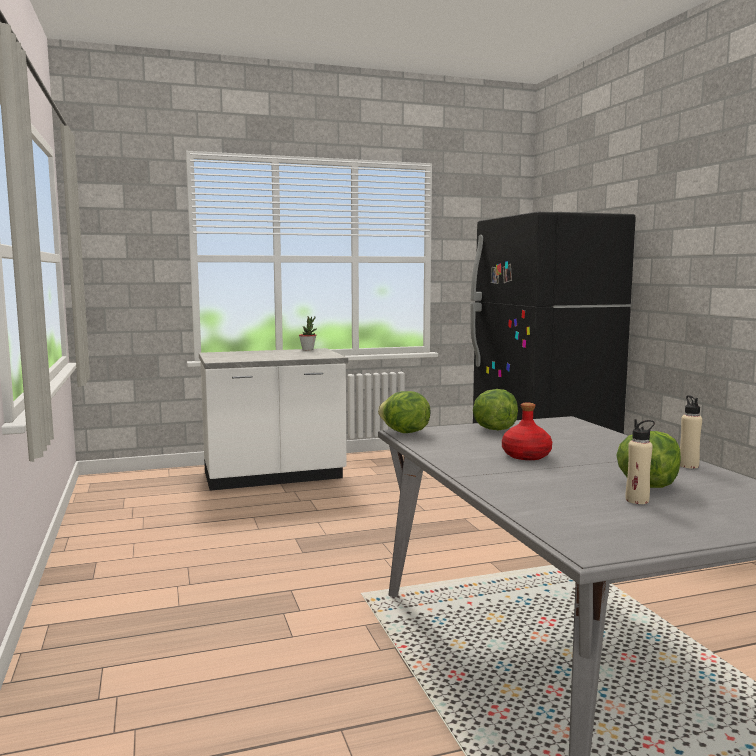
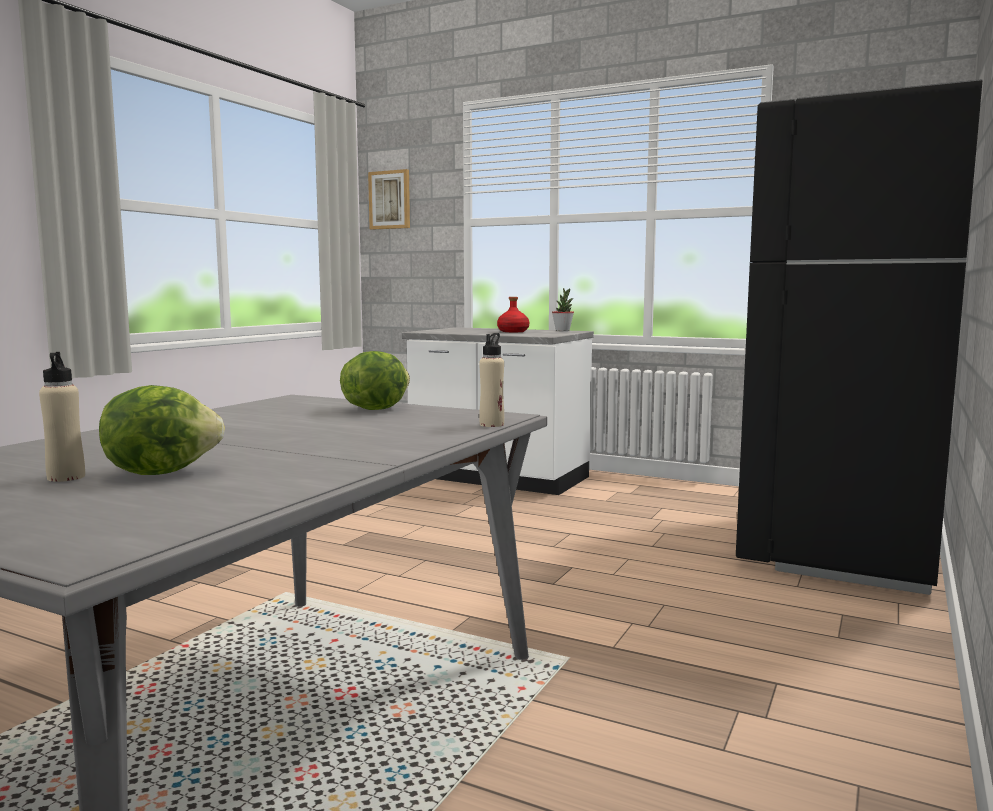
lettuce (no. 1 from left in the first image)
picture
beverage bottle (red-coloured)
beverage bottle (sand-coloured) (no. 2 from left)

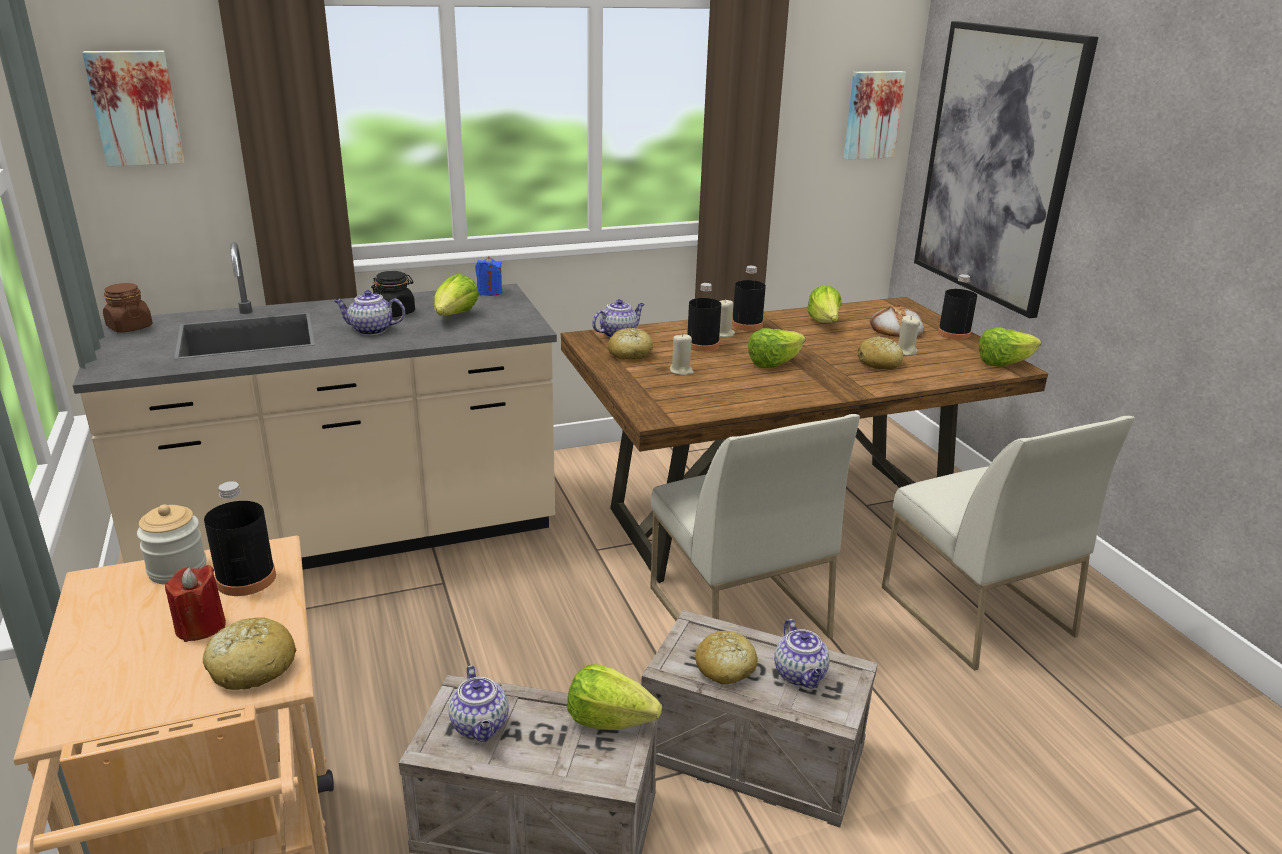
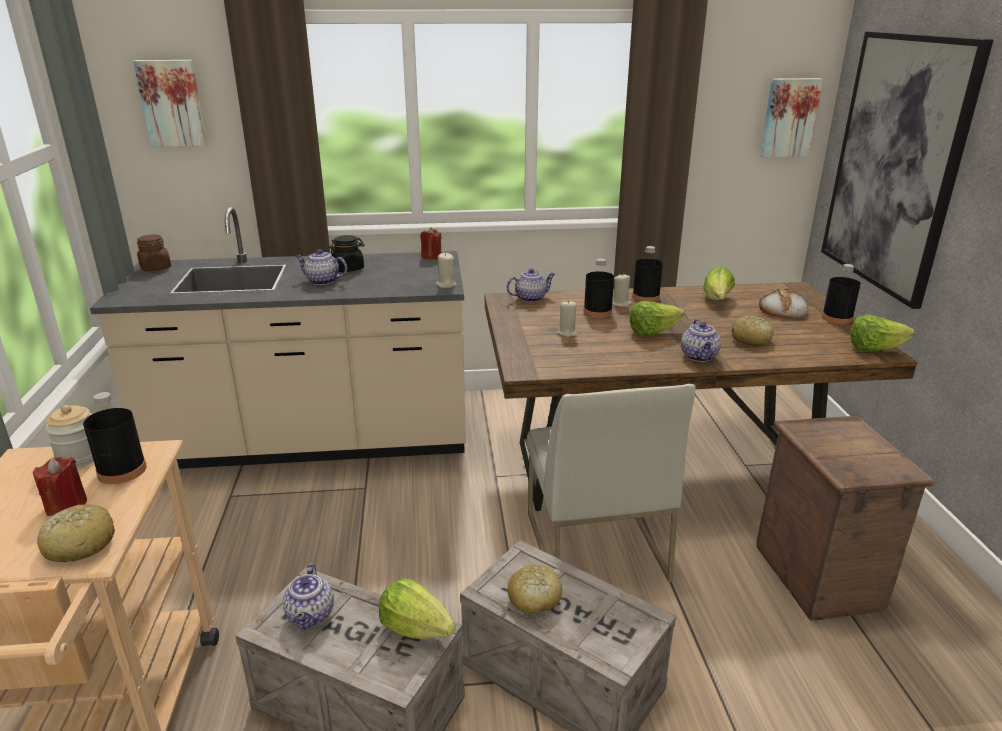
lettuce (no. 1 from left in the first image)
bakery bread (no. 2 from left in the first image)
pot for tea (no. 4 from left)
wax light (sand-coloured) (no. 1 from left)
shipping crate (no. 3 from left)
wax light (red-coloured) (no. 2 from left)

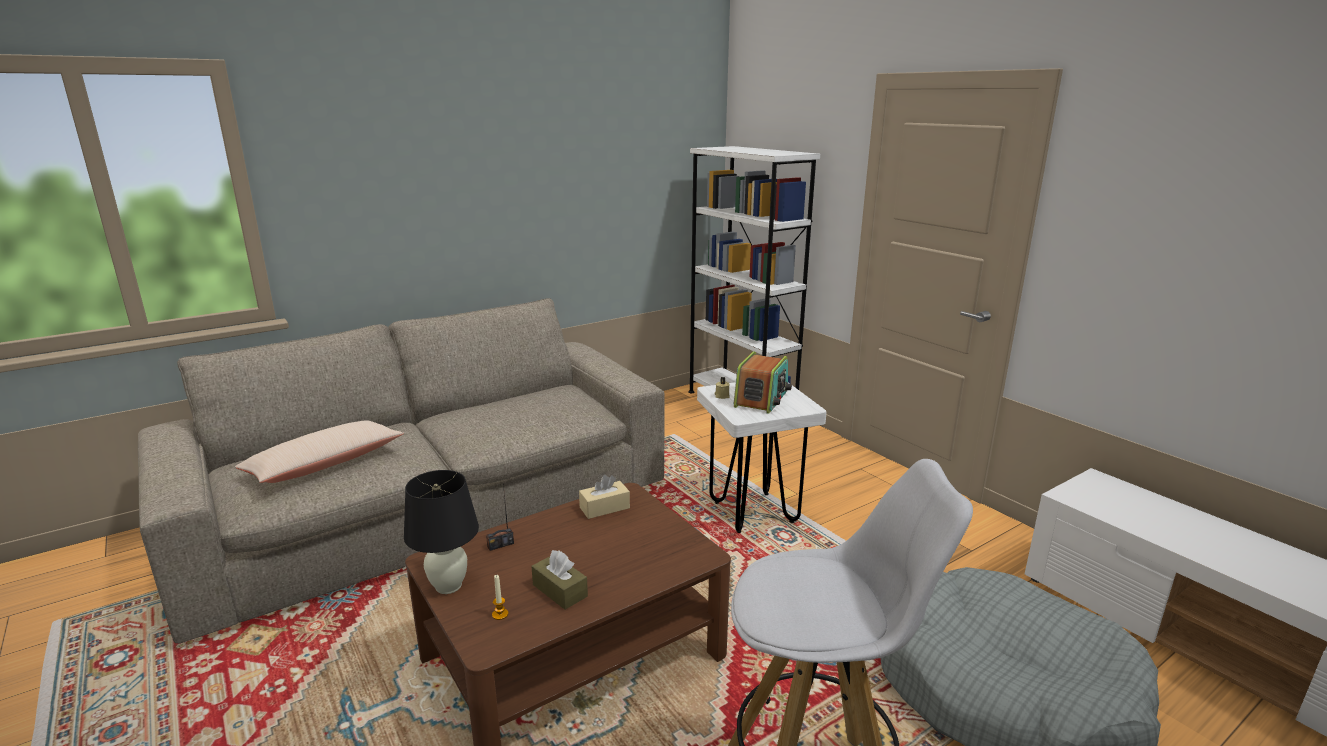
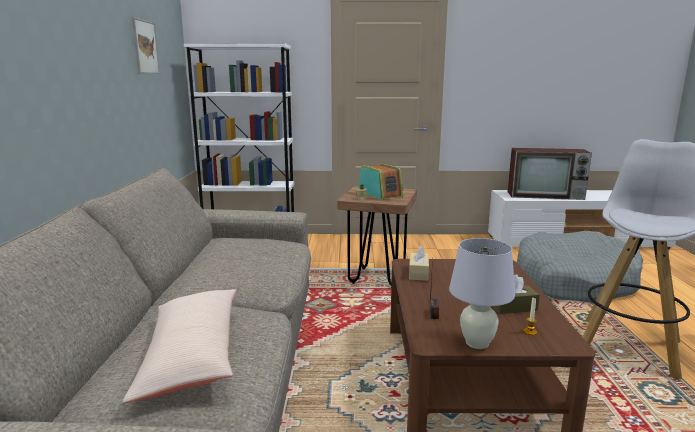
picture
TV set
table lamp (white)
stool (brown-coloured)

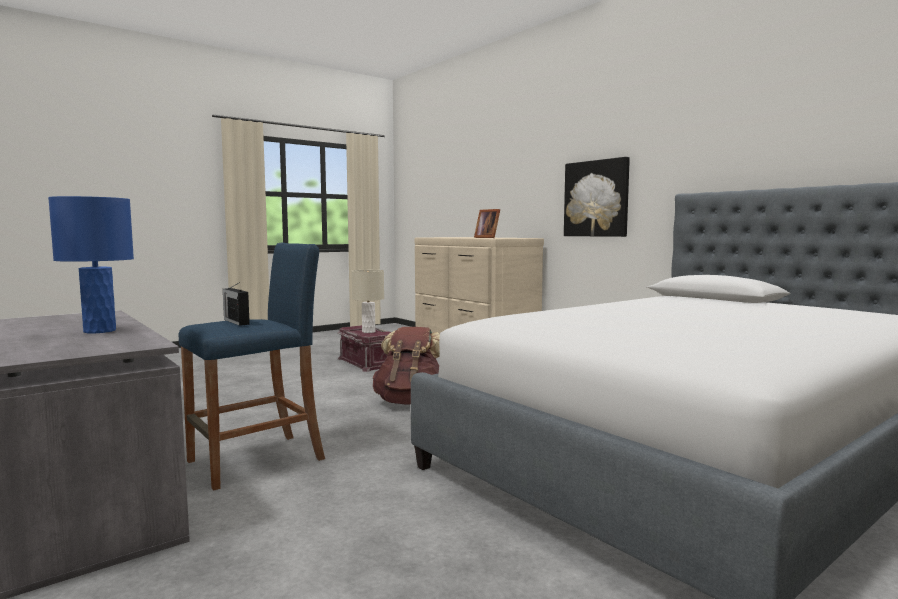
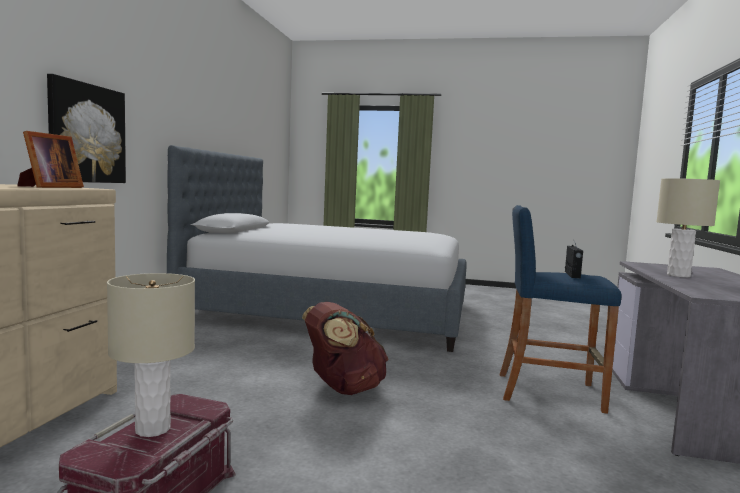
table lamp (sand-coloured) (no. 2 from left)

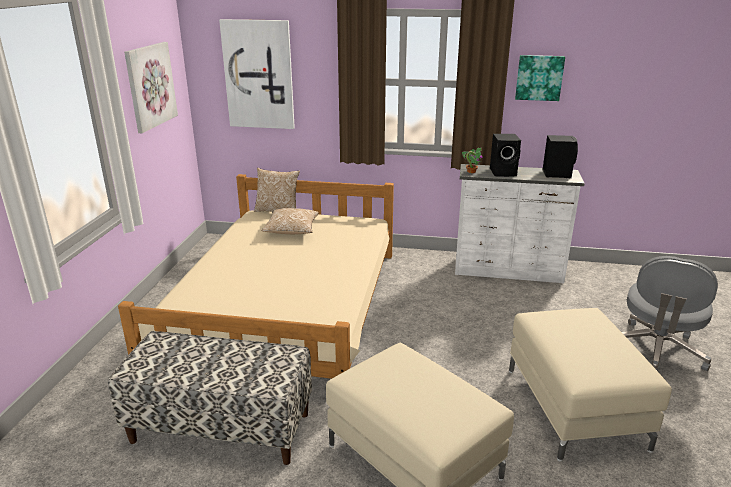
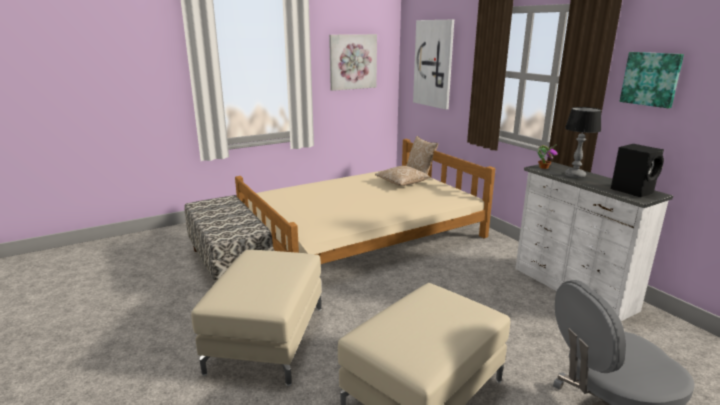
table lamp

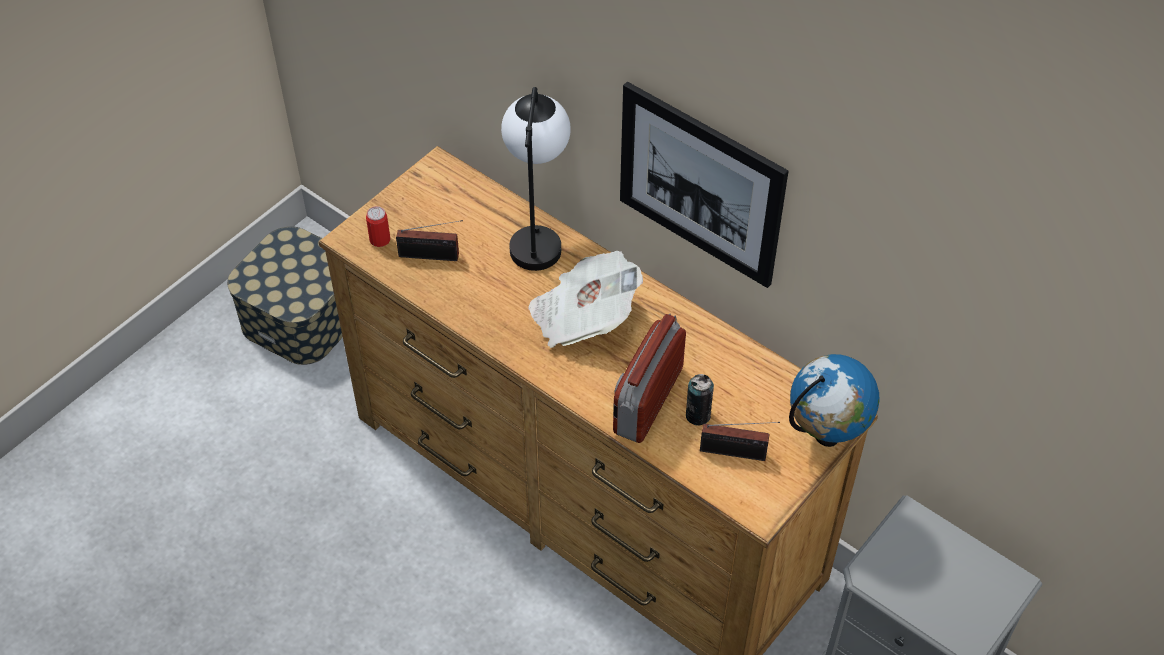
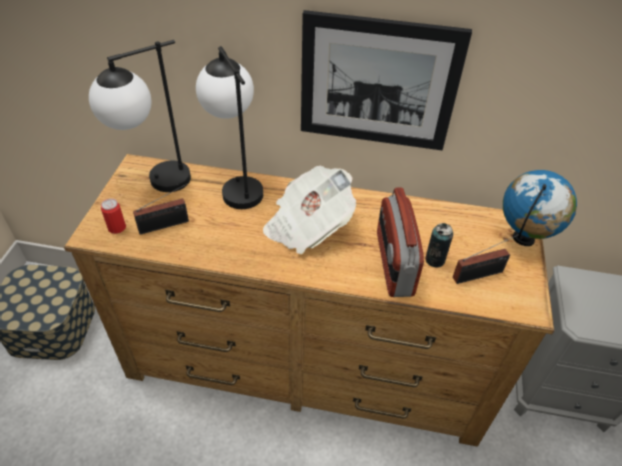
table lamp (no. 1 from left)

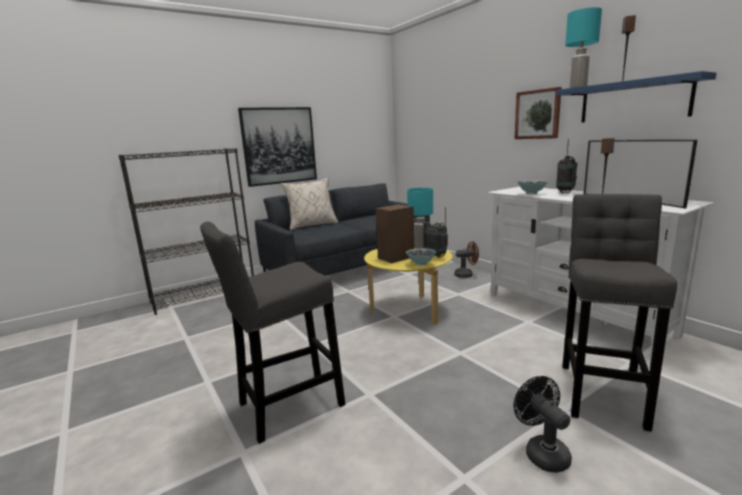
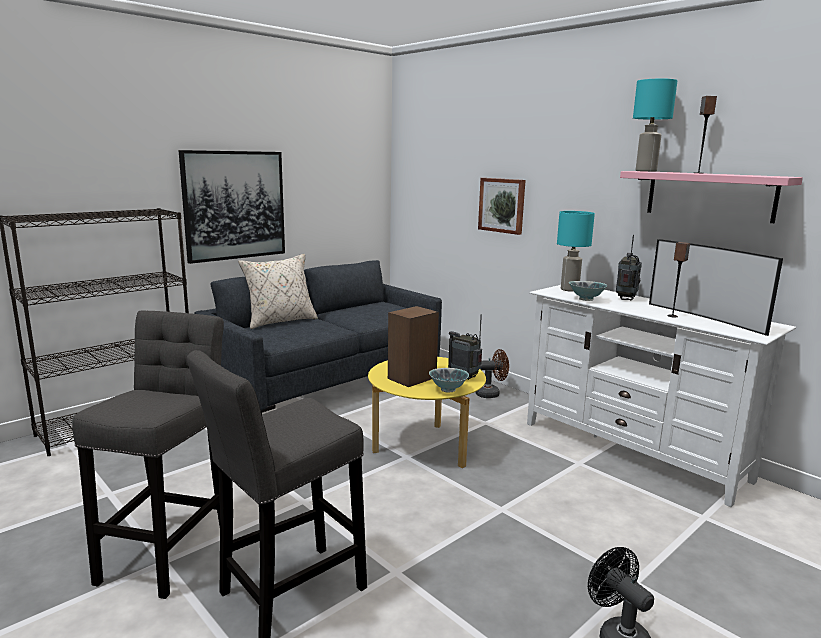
table lamp (blue-green) (no. 1 from left)
picture (no. 2 from left)
stool (greyish) (no. 1 from left)
wall shelf (pink)

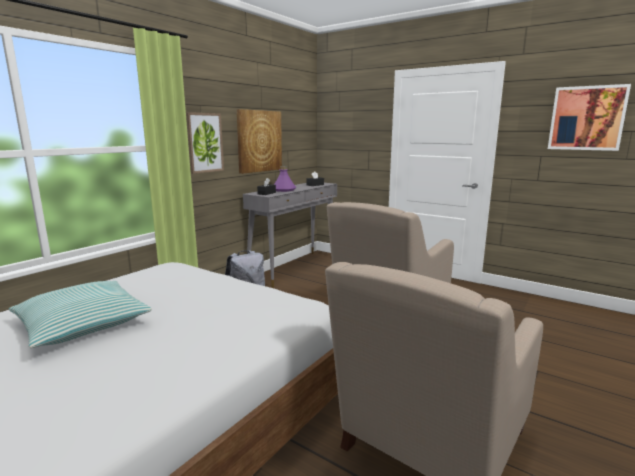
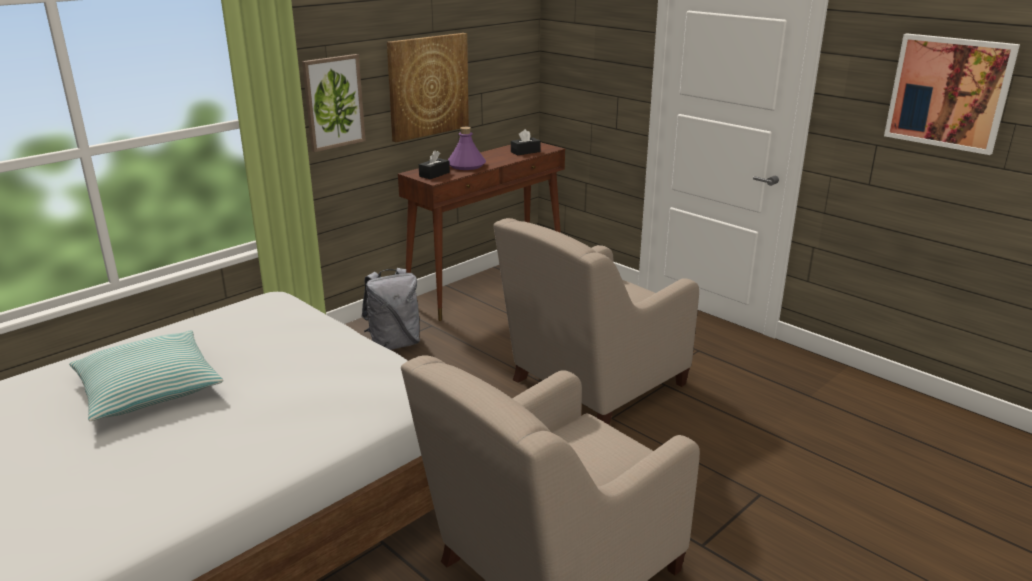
console table (brown-coloured)

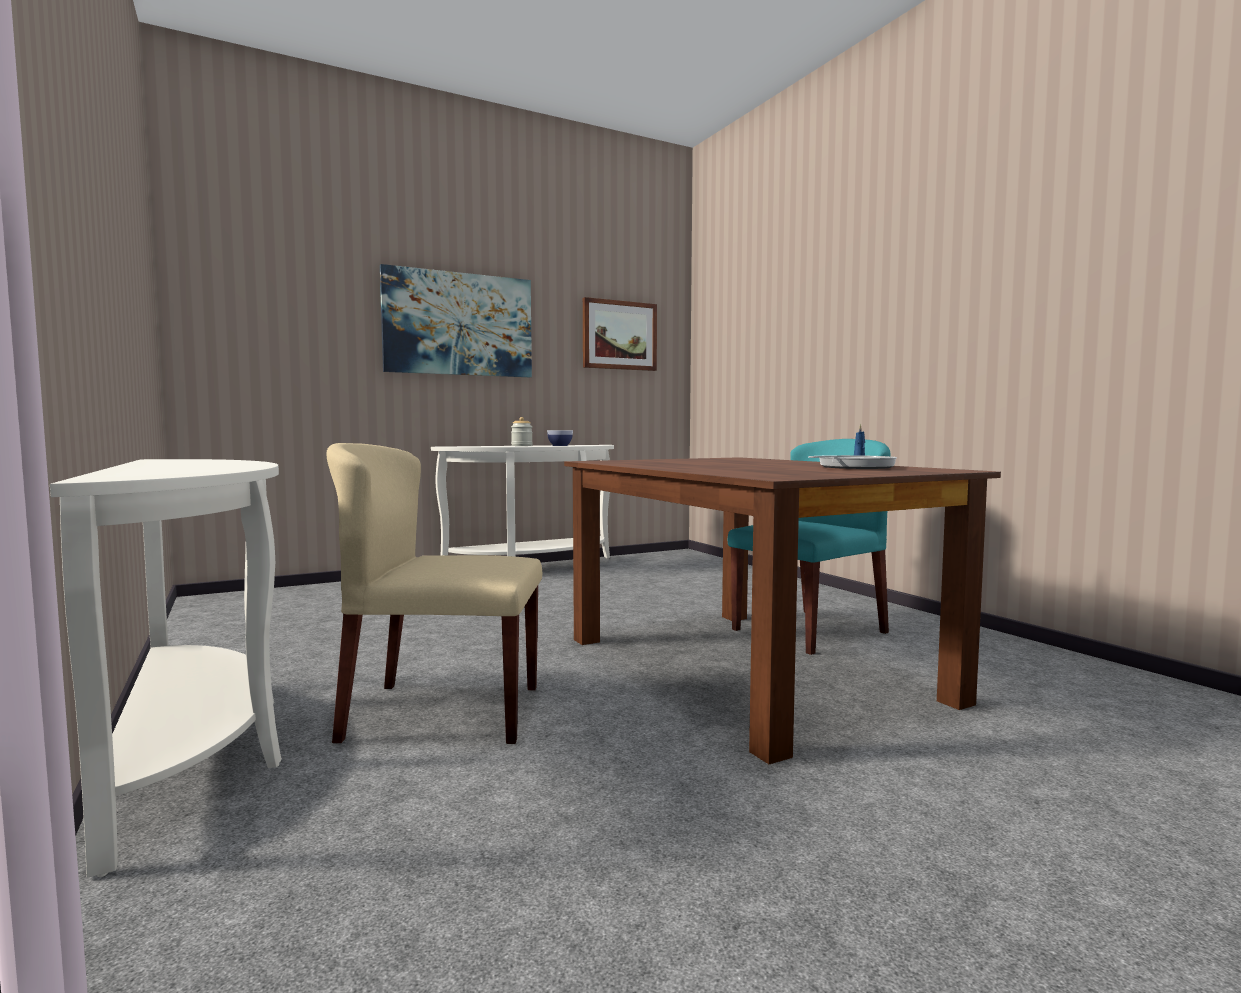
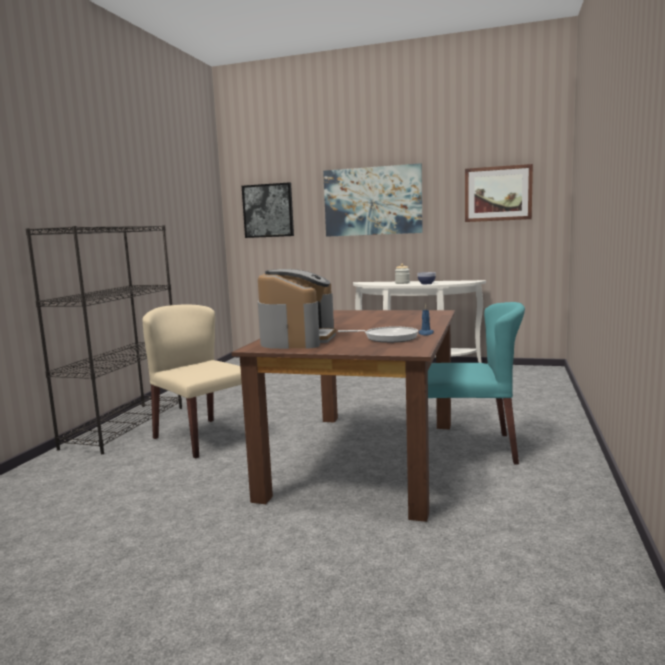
picture (no. 1 from left)
coffee machine
bookshelf (blackish)

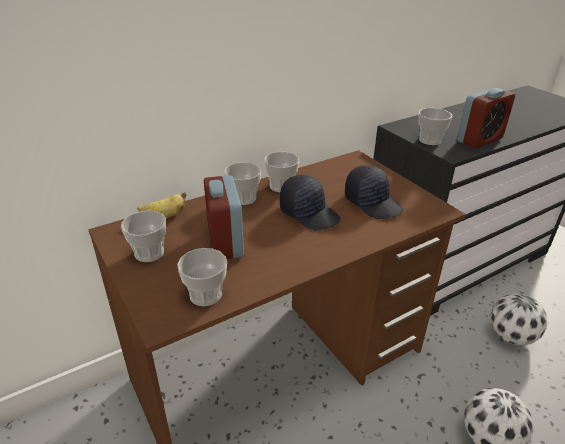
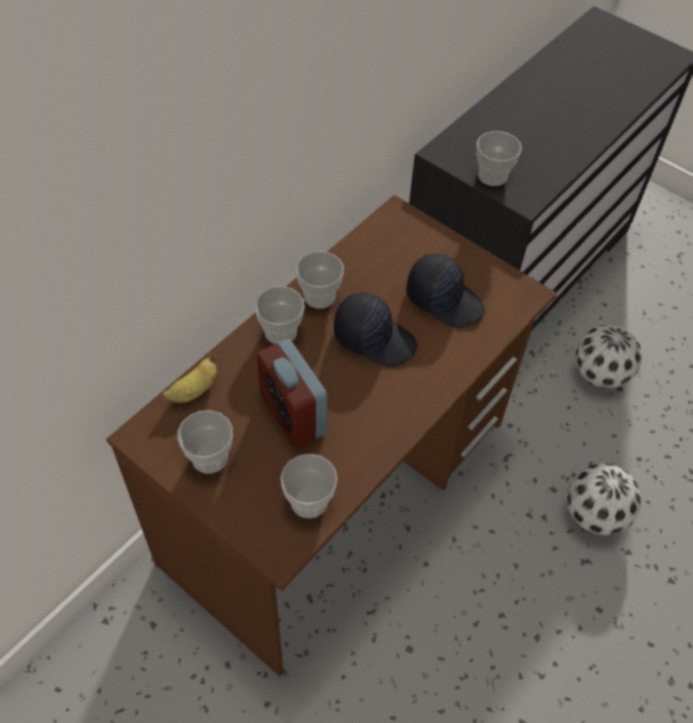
alarm clock (no. 2 from left in the first image)

